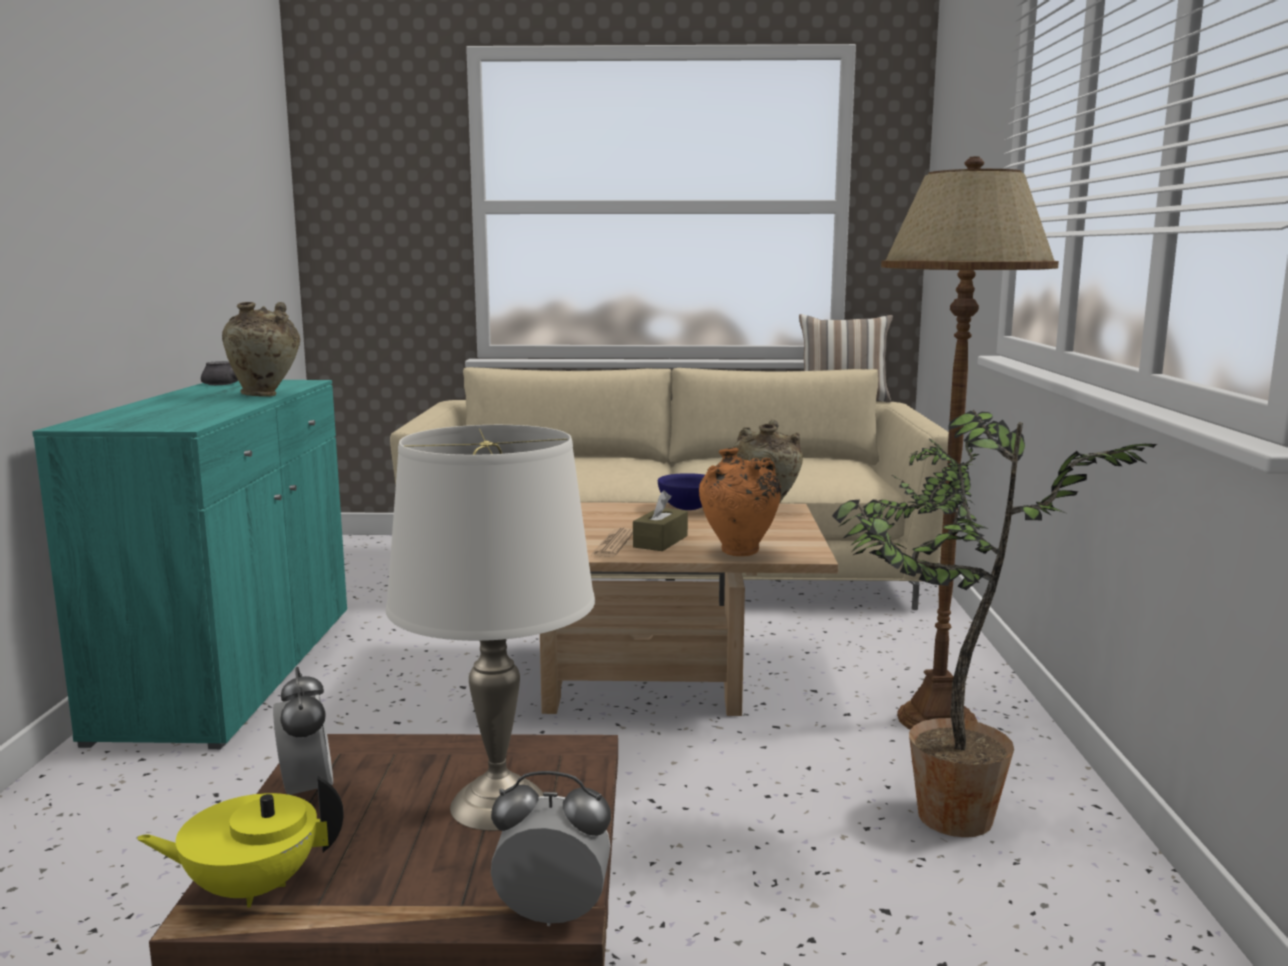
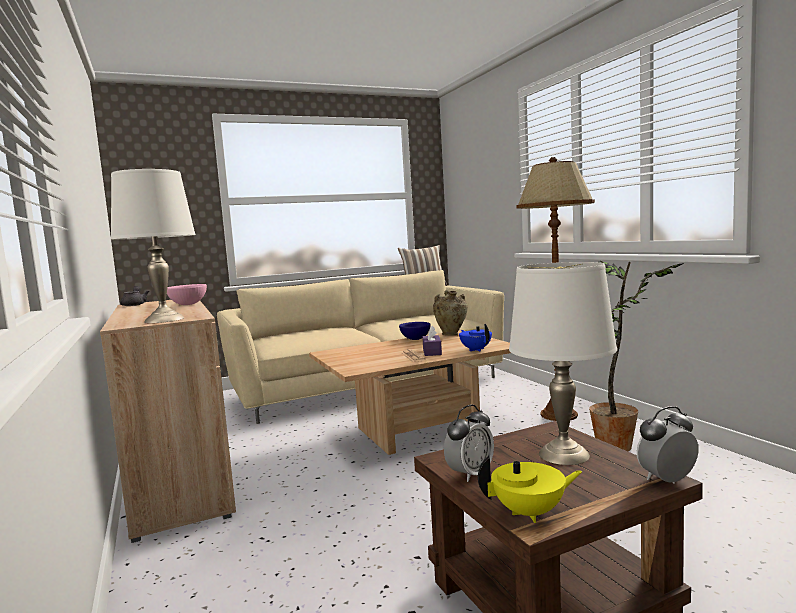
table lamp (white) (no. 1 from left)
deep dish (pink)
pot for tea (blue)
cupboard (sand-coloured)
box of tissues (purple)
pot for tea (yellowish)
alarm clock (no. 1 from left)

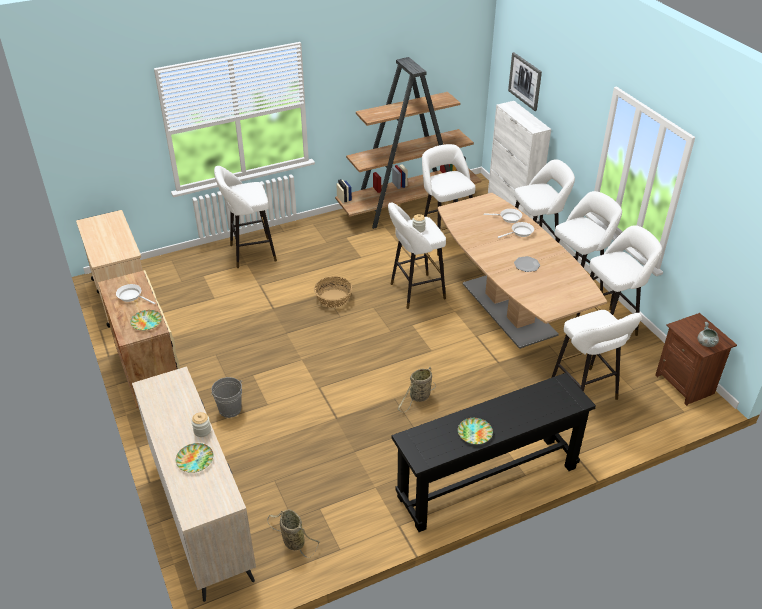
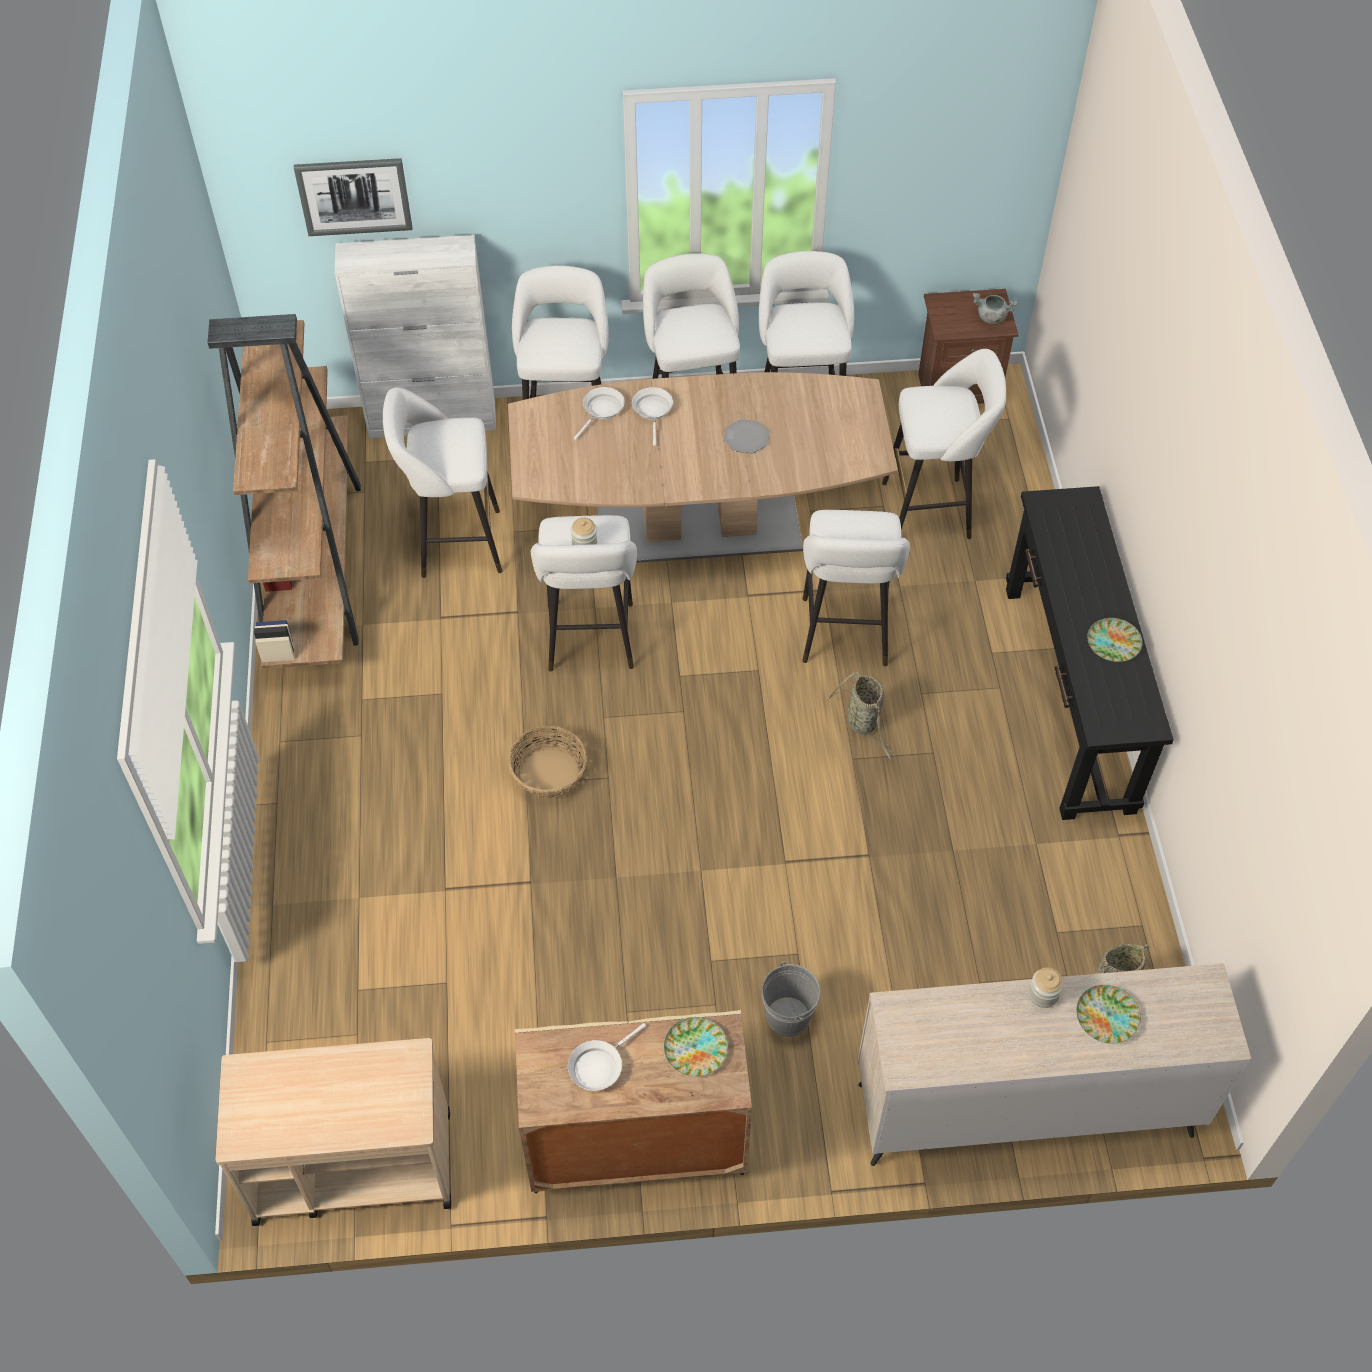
stool (white) (no. 6 from left)

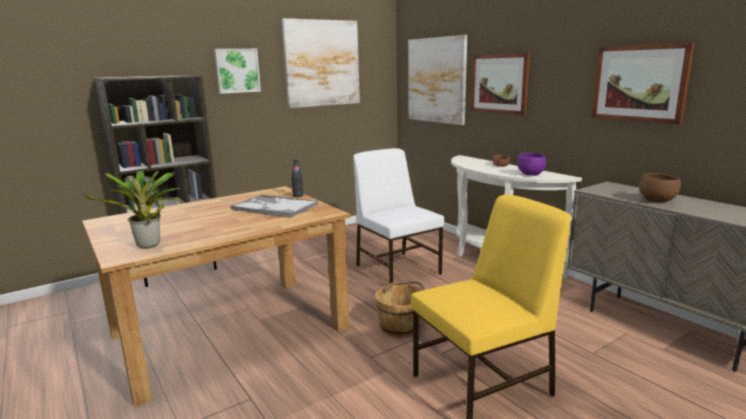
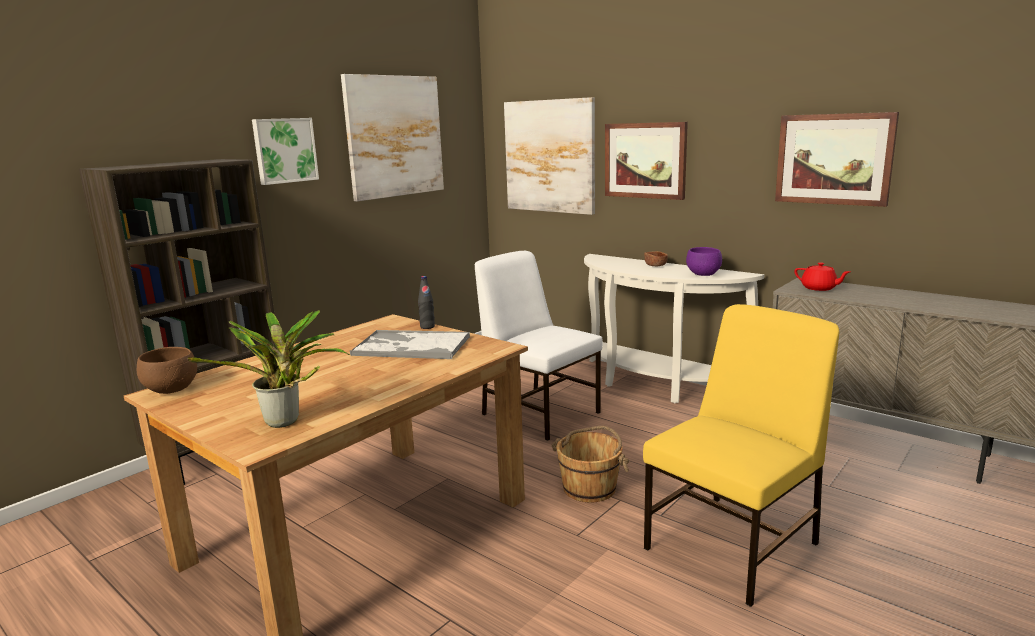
pot for tea (red-coloured)
deep dish (brown-coloured) (no. 1 from left)

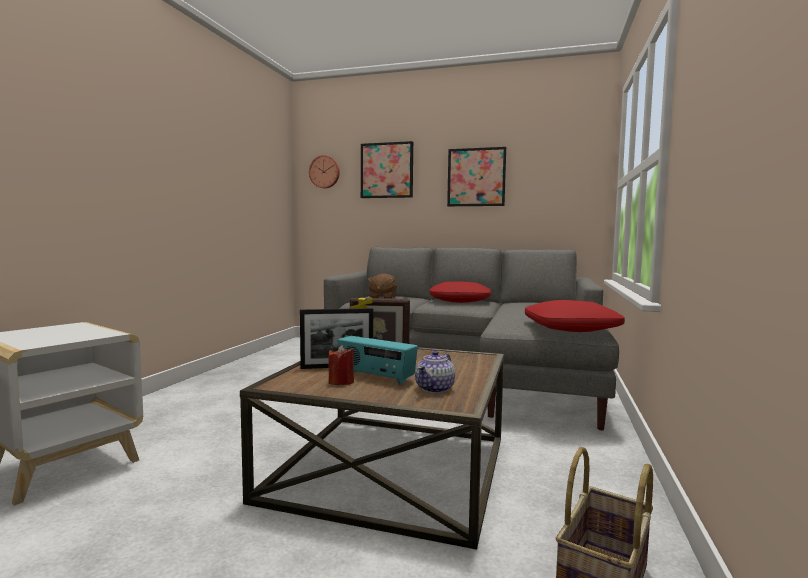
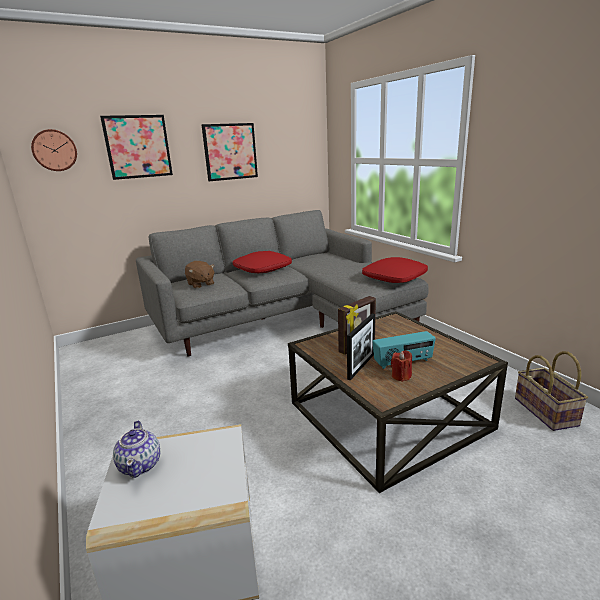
pot for tea

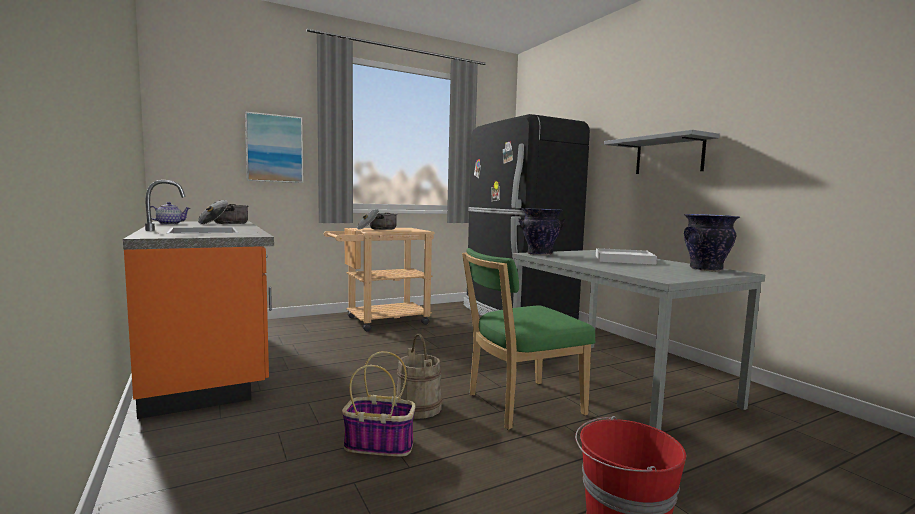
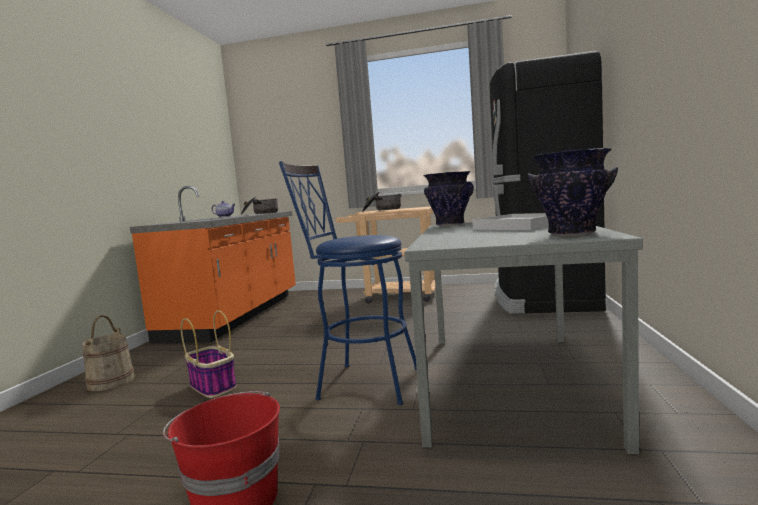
picture
wall shelf (greyish)
pail (sand-coloured)
stool (blue)

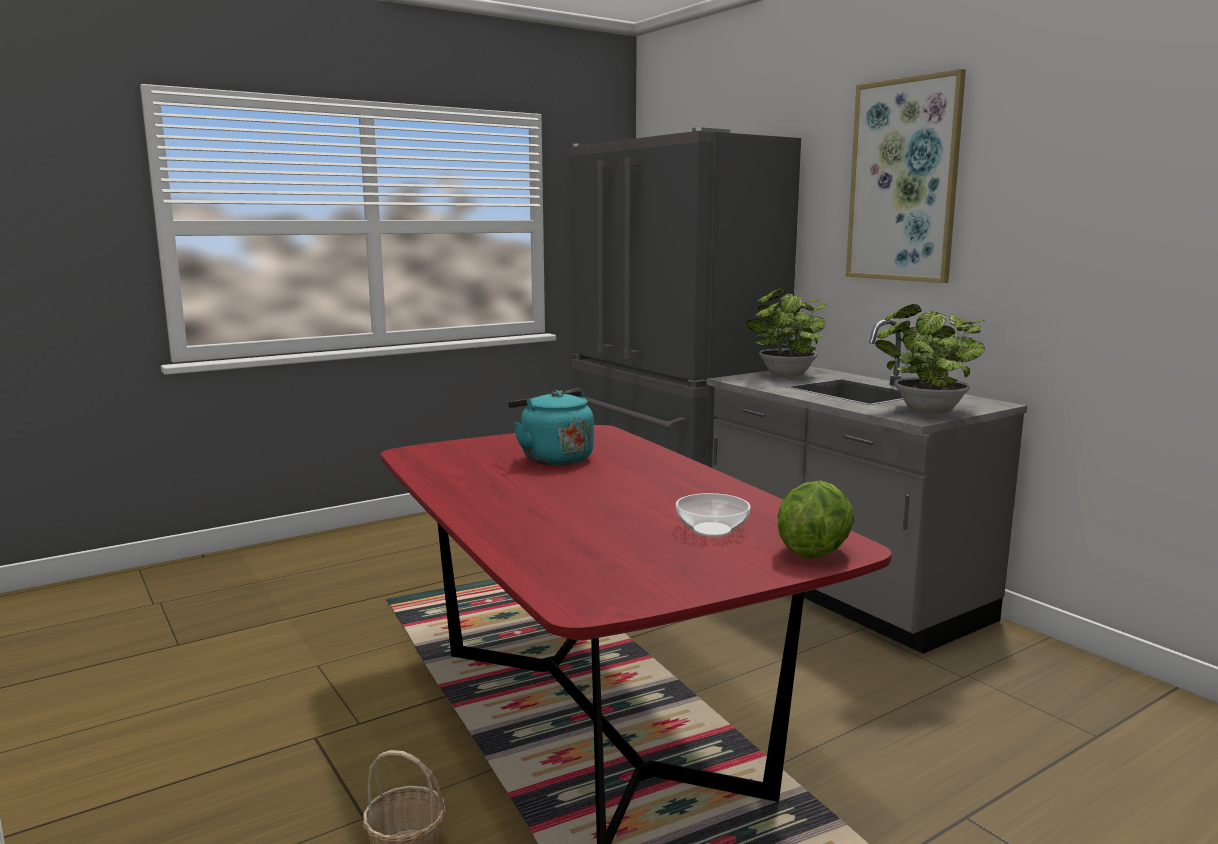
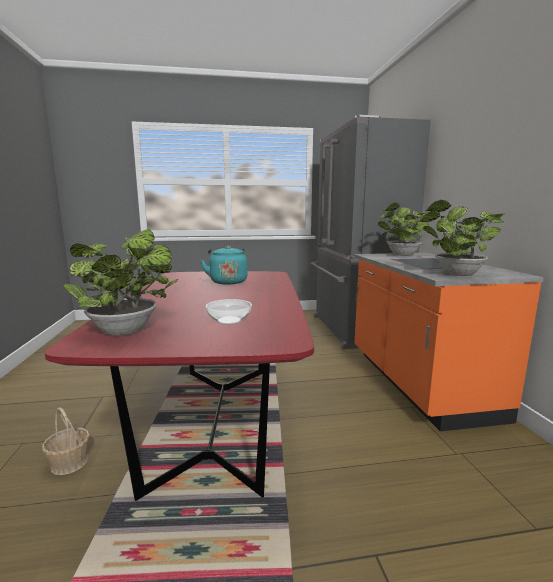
lettuce
picture
potted plant (no. 1 from left)
kitchen base unit (orangey)

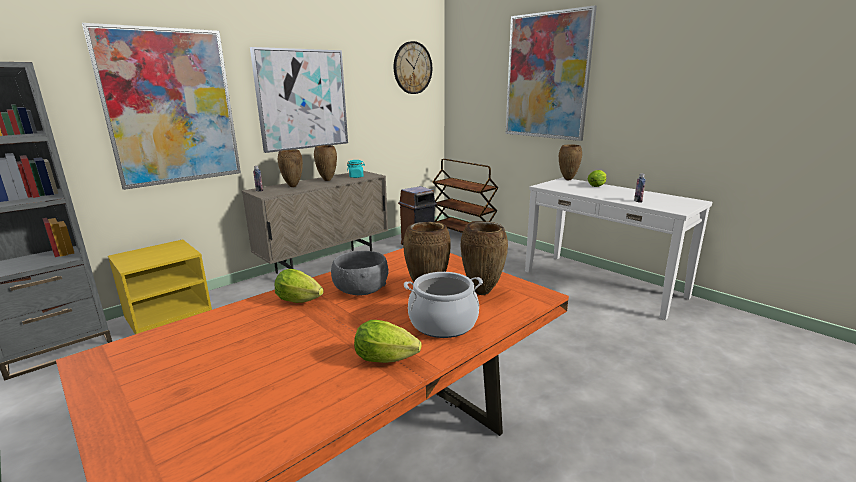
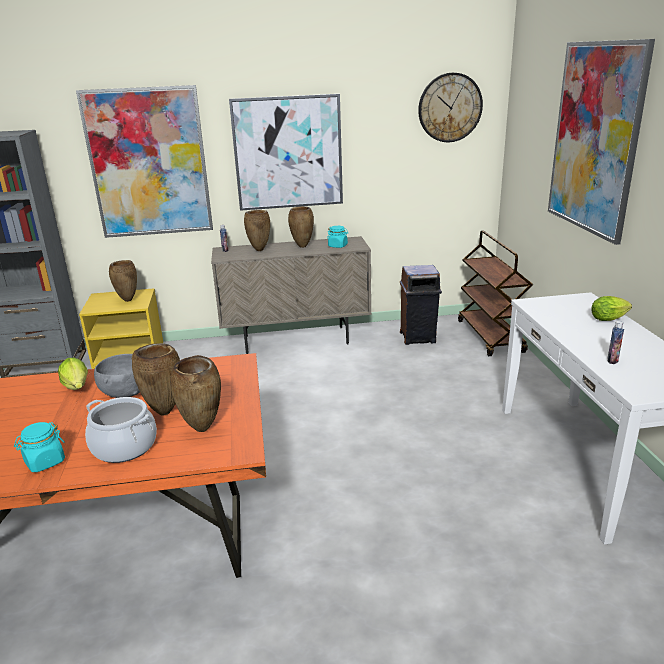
flower vase (brown-coloured) (no. 1 from left)
jar (blue-green) (no. 1 from left)

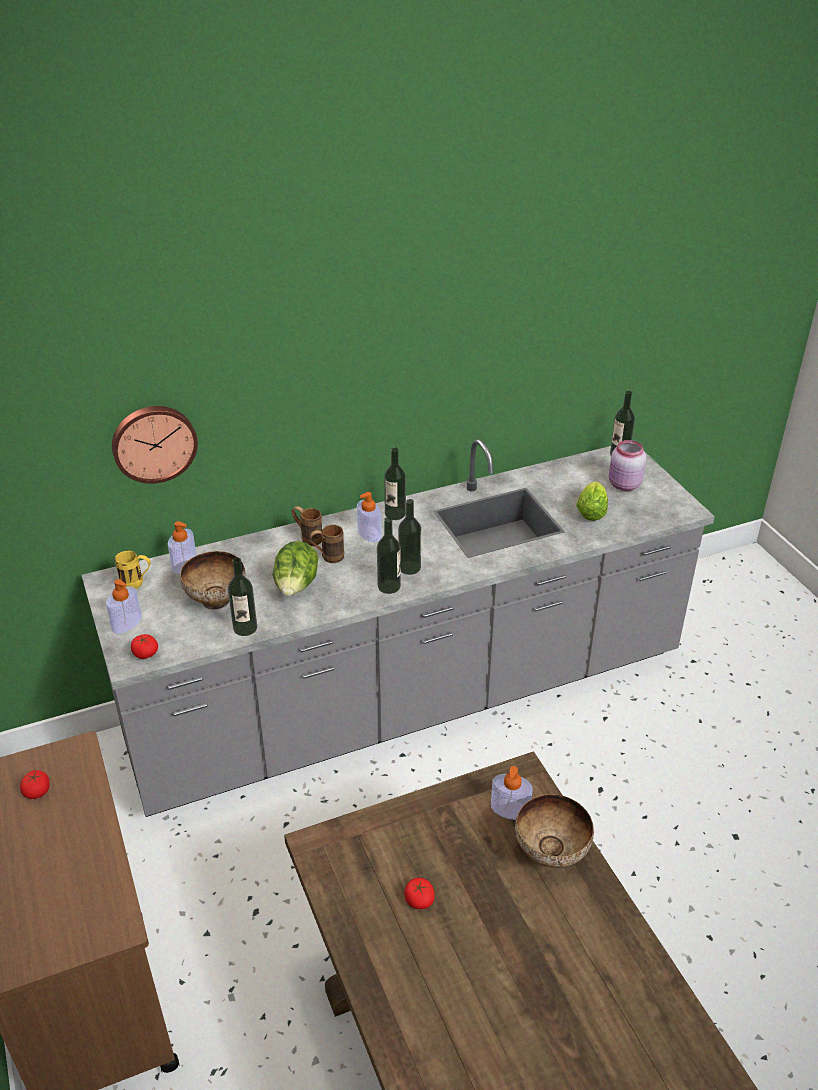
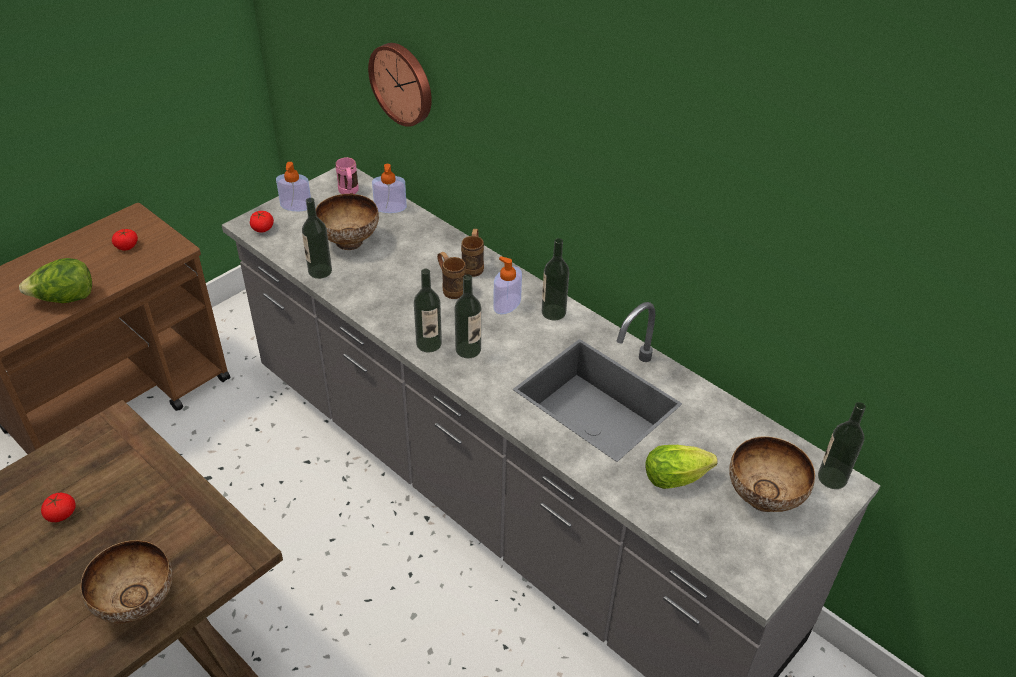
soap dispenser (no. 4 from left in the first image)
lettuce (no. 1 from left)
deep dish (no. 3 from left)
coffee mug (pink)

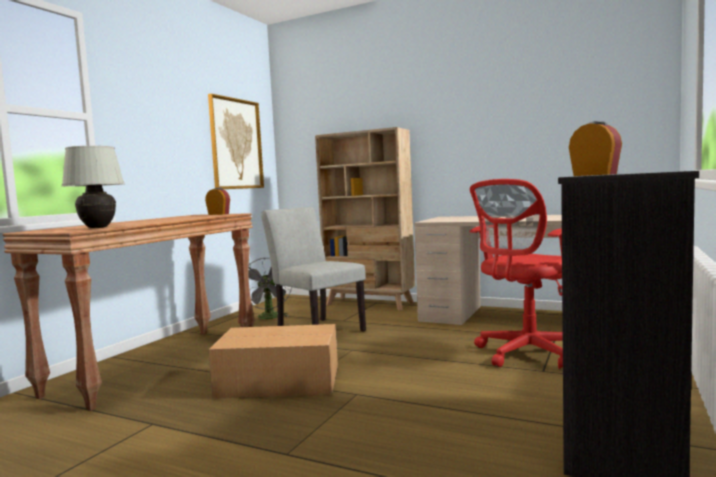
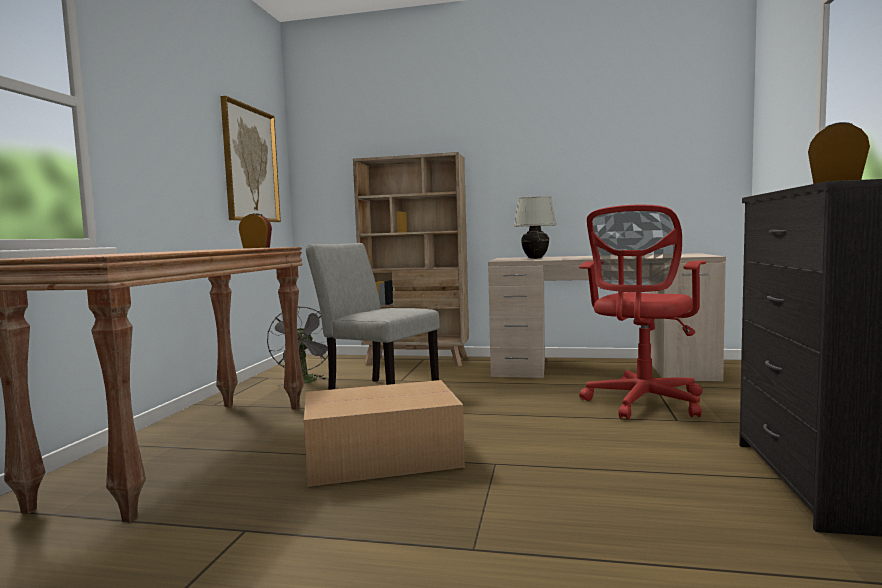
table lamp (white)

